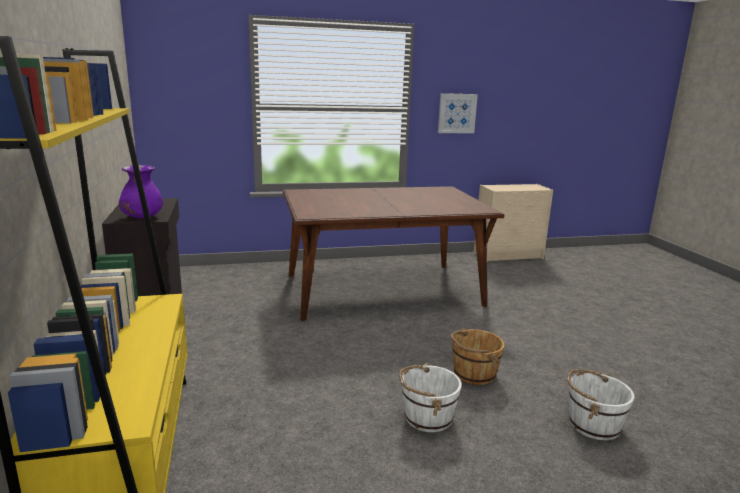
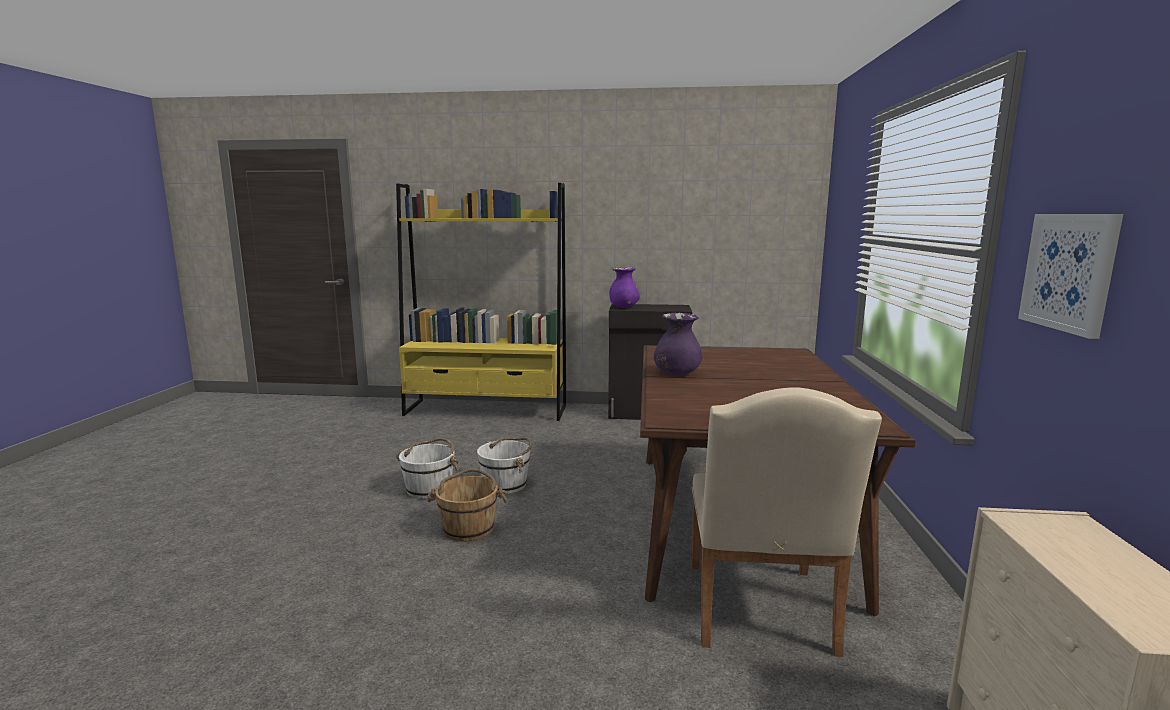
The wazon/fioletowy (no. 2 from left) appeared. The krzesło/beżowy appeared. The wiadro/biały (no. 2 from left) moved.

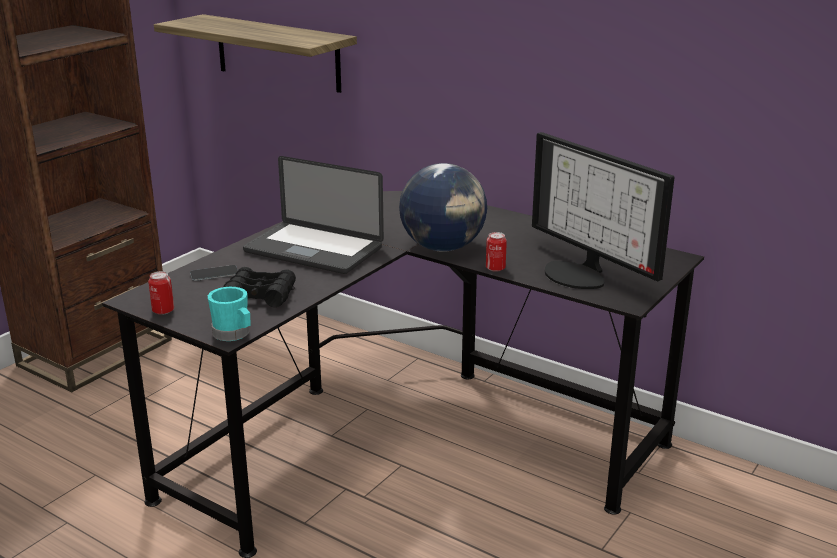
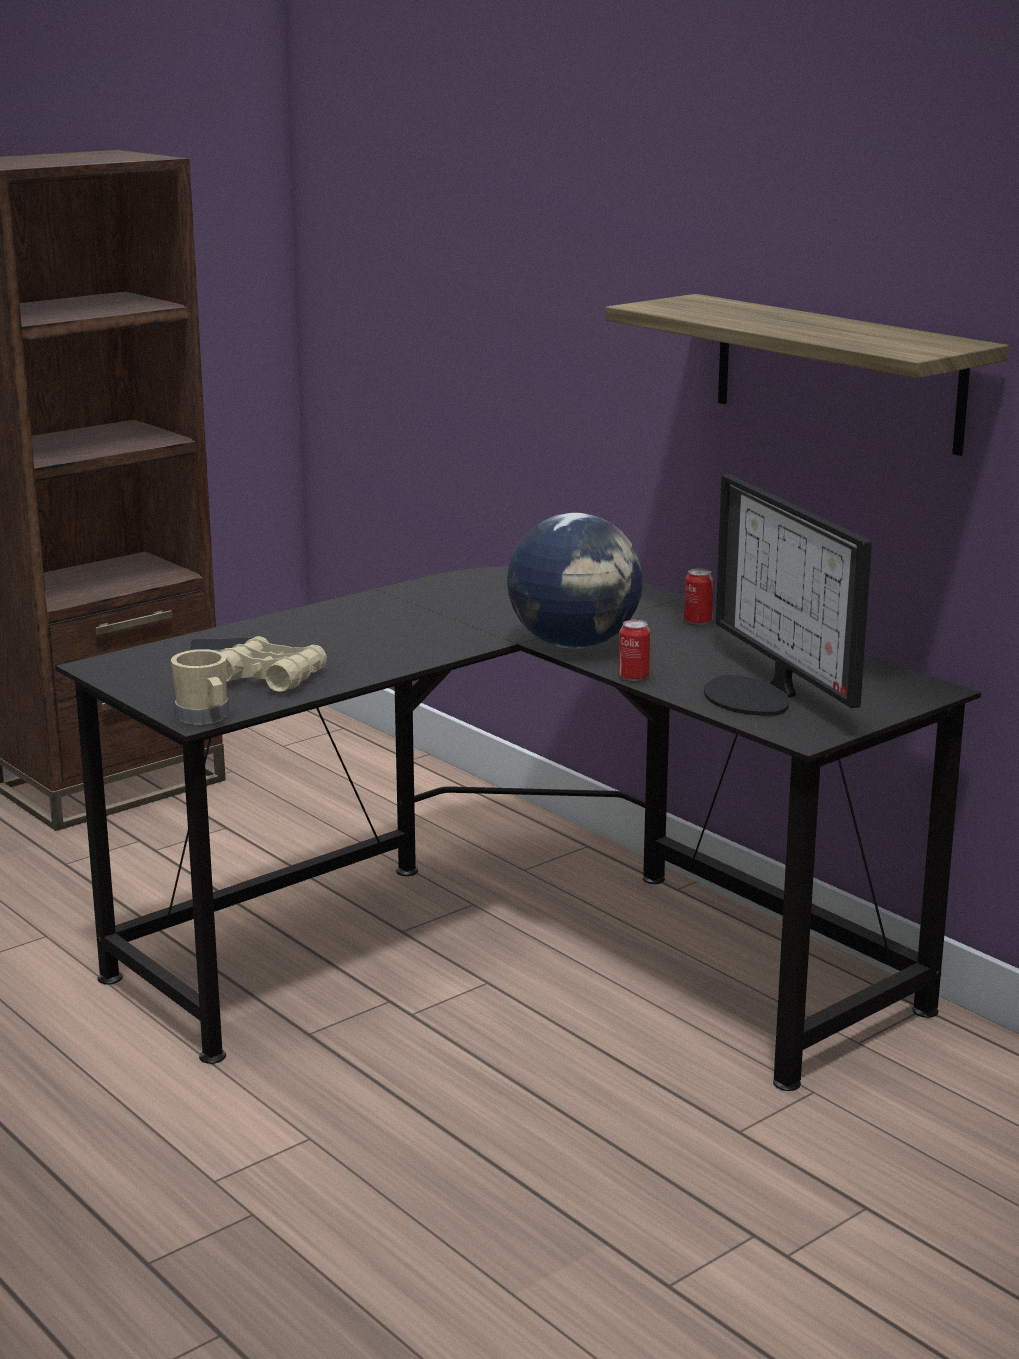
The laptop disappeared. The puszka (no. 1 from left in the first image) moved. The półka moved. The kubek/turkusowy became the kubek/beżowy. The lornetka/czarny became the lornetka/beżowy.

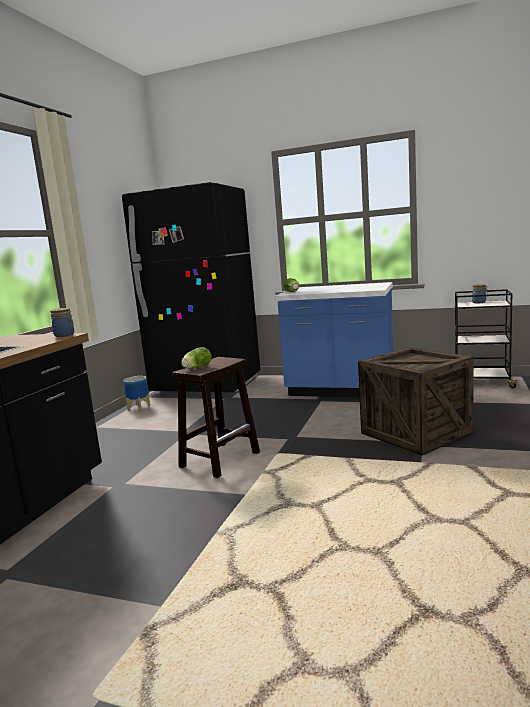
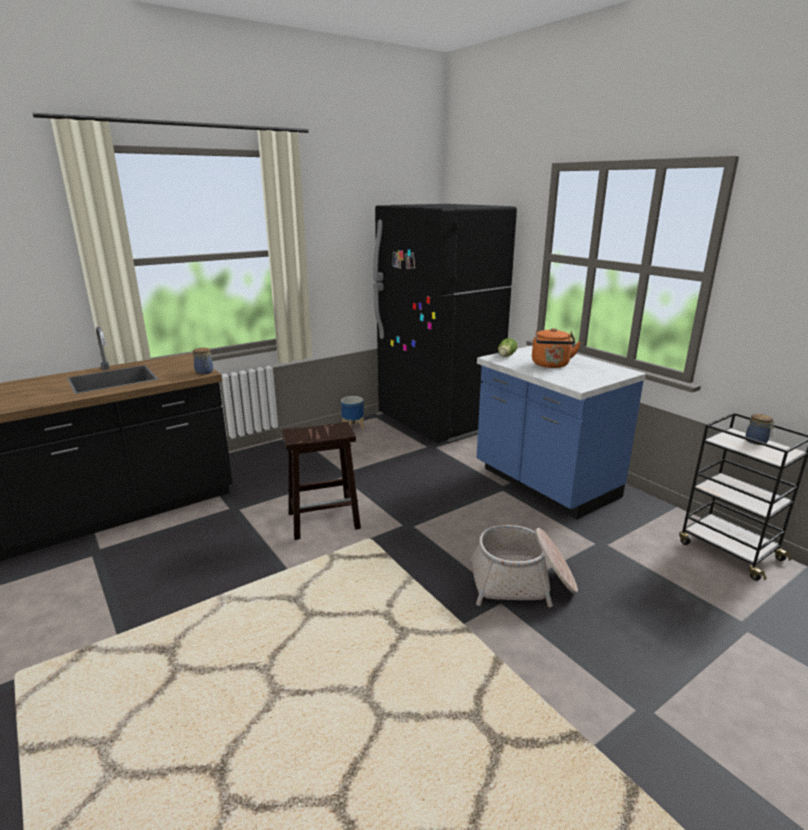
The sałata (no. 1 from left) disappeared. The czajnik/pomarańczowy appeared. The skrzynka was replaced by the koszyk.

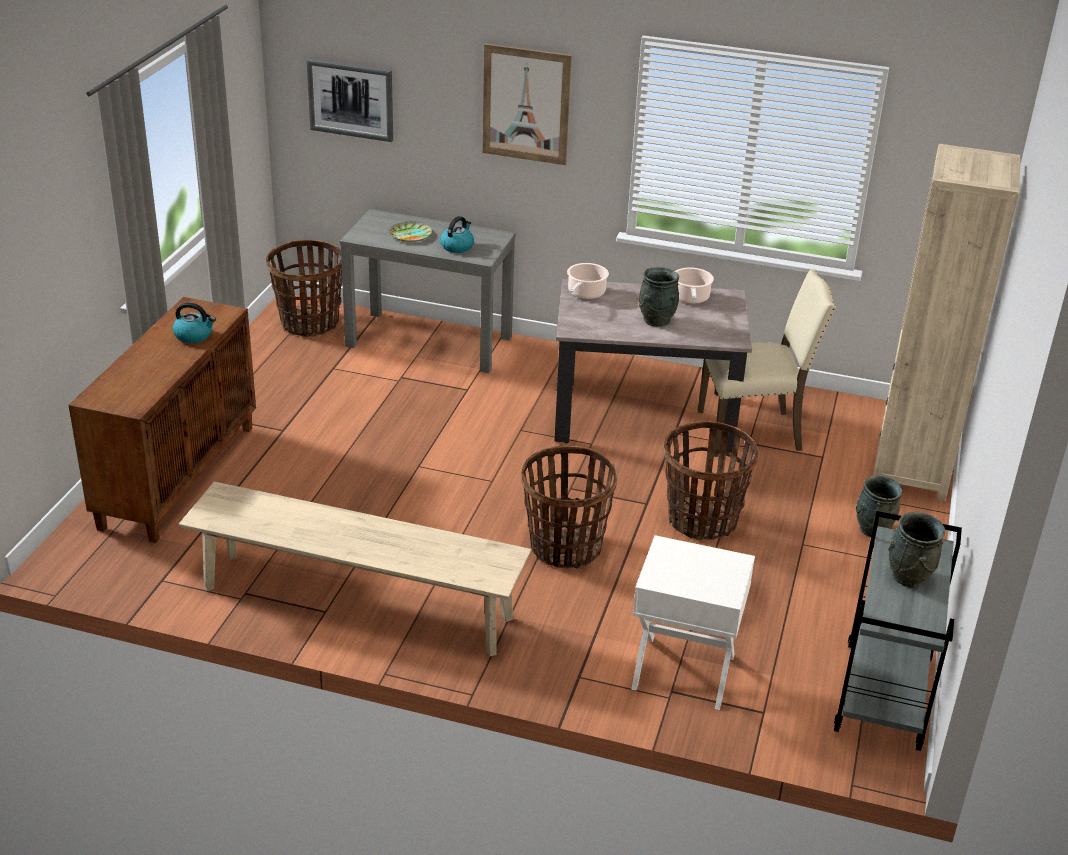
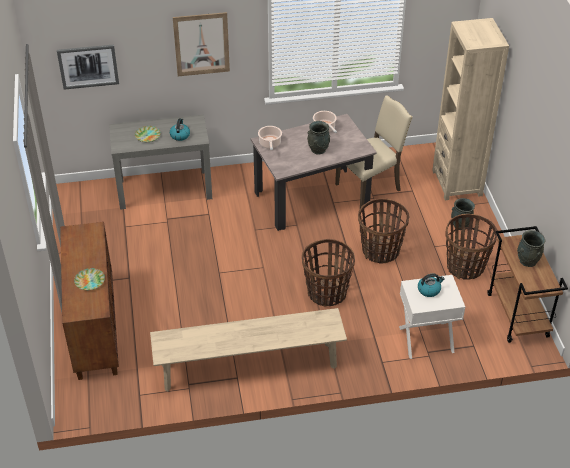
The talerz (no. 1 from left) appeared. The czajnik (no. 1 from left in the first image) moved. The koszyk (no. 1 from left in the first image) moved. The wózek/szary became the wózek/brązowy.

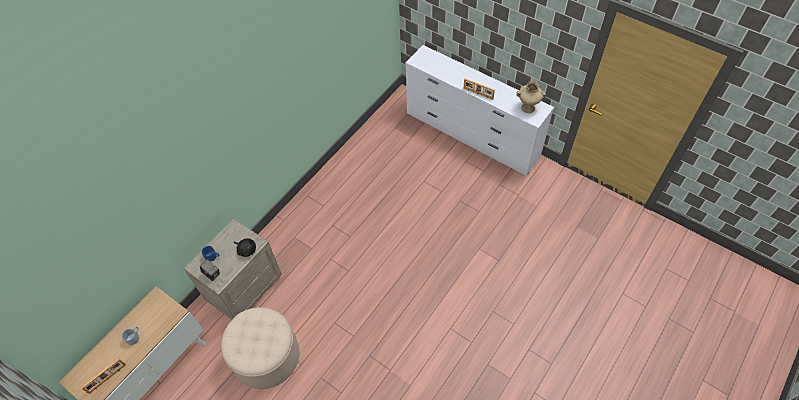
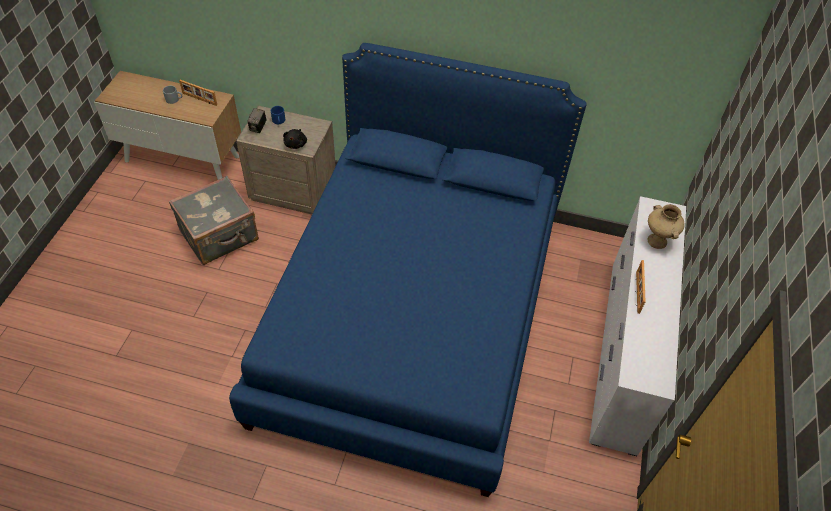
The łóżko/niebieski appeared. The ramka na zdjęcie (no. 1 from left) moved. The wazon/beżowy moved. The pufa/beżowy was replaced by the walizka/szary.

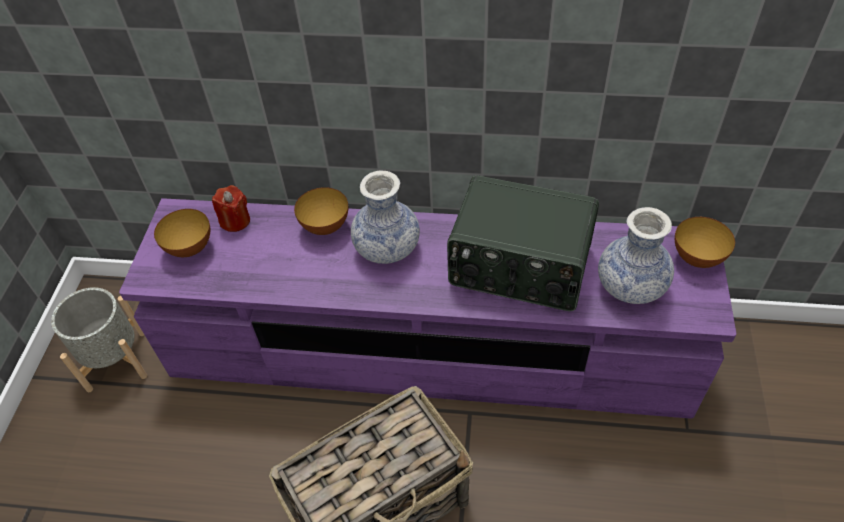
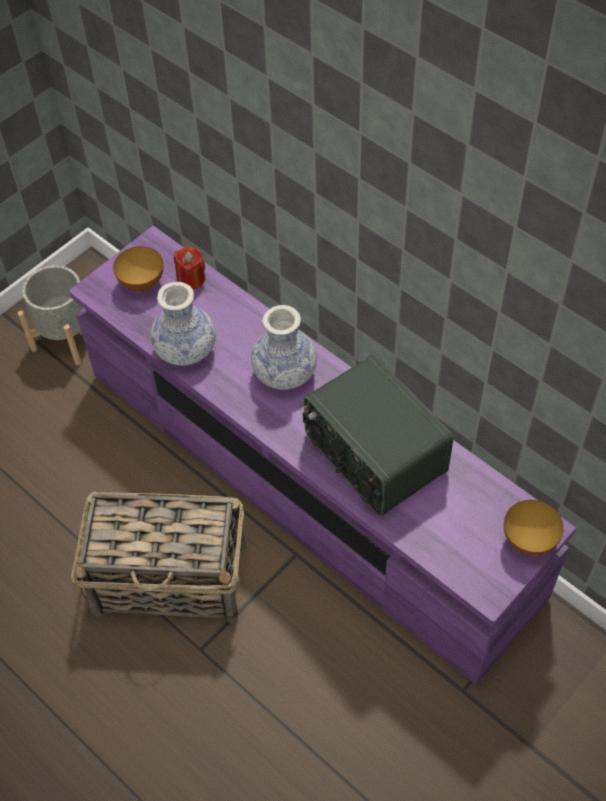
The miska (no. 2 from left) disappeared. The wazon (no. 2 from left in the first image) moved.

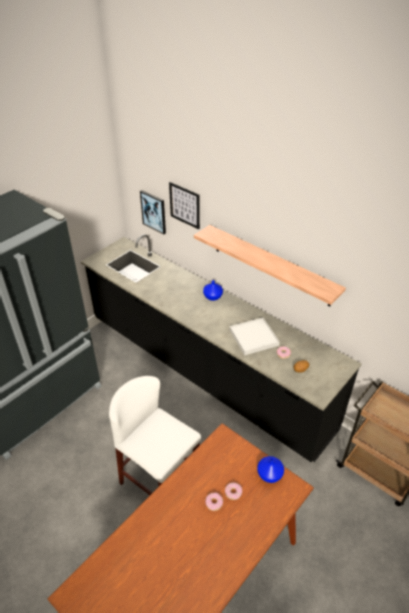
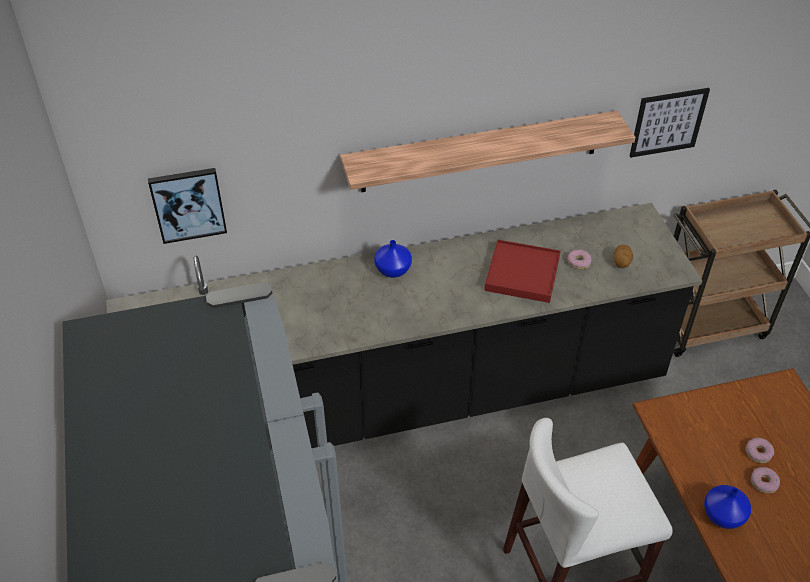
The obraz (no. 2 from left) moved. The wazon/niebieski (no. 2 from left) moved. The taca/biały became the taca/czerwony.

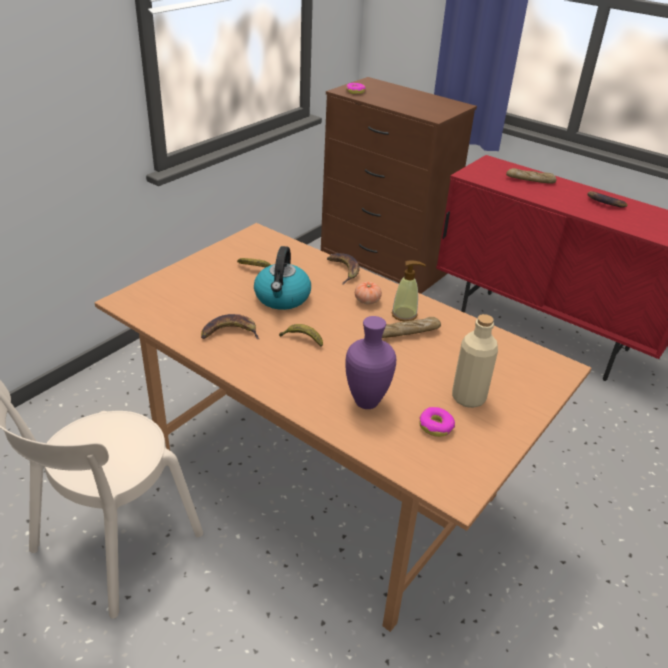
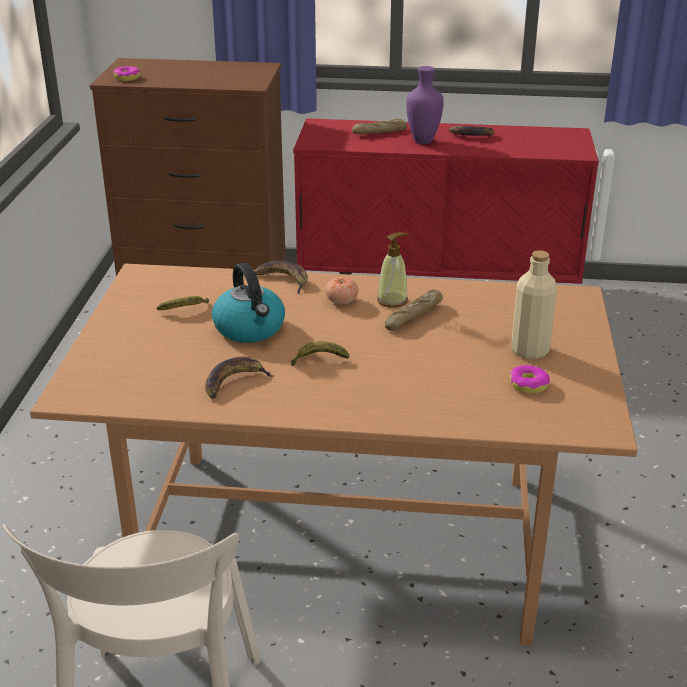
The wazon/fioletowy moved.

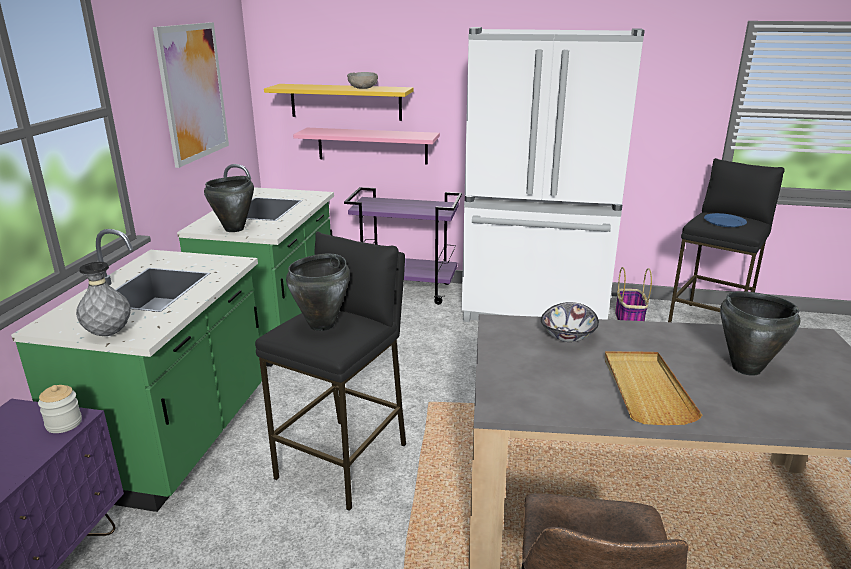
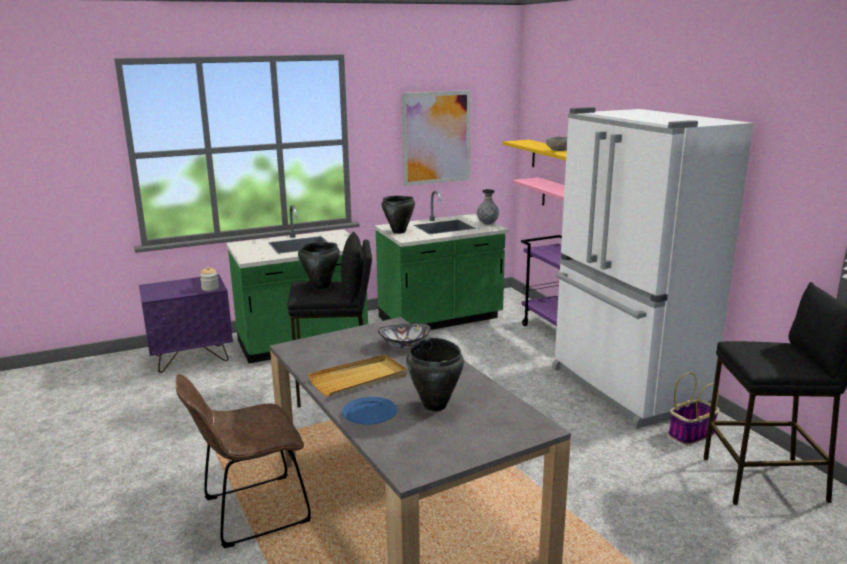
The wazon/szary moved. The talerz/niebieski moved.

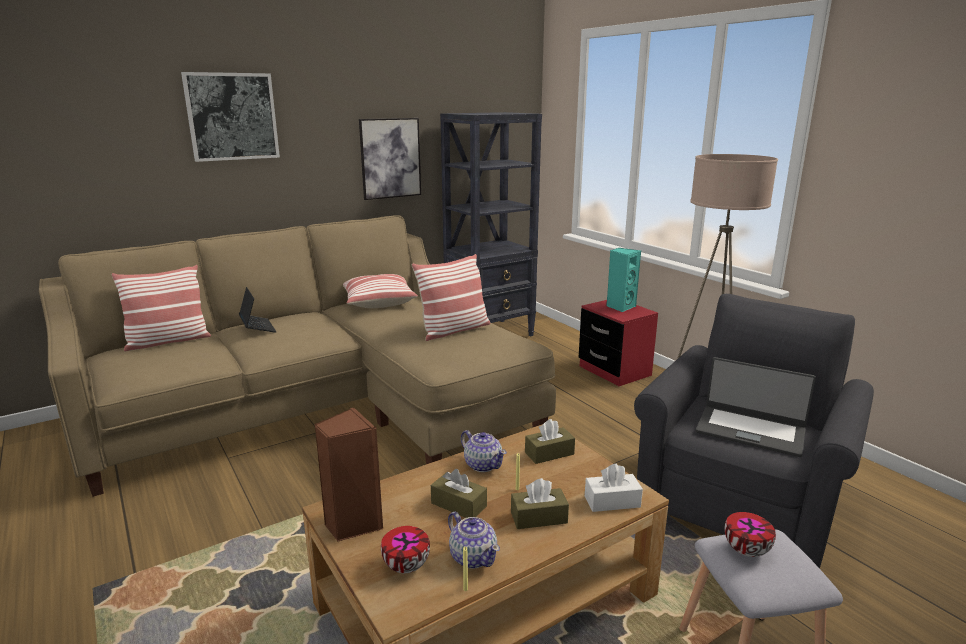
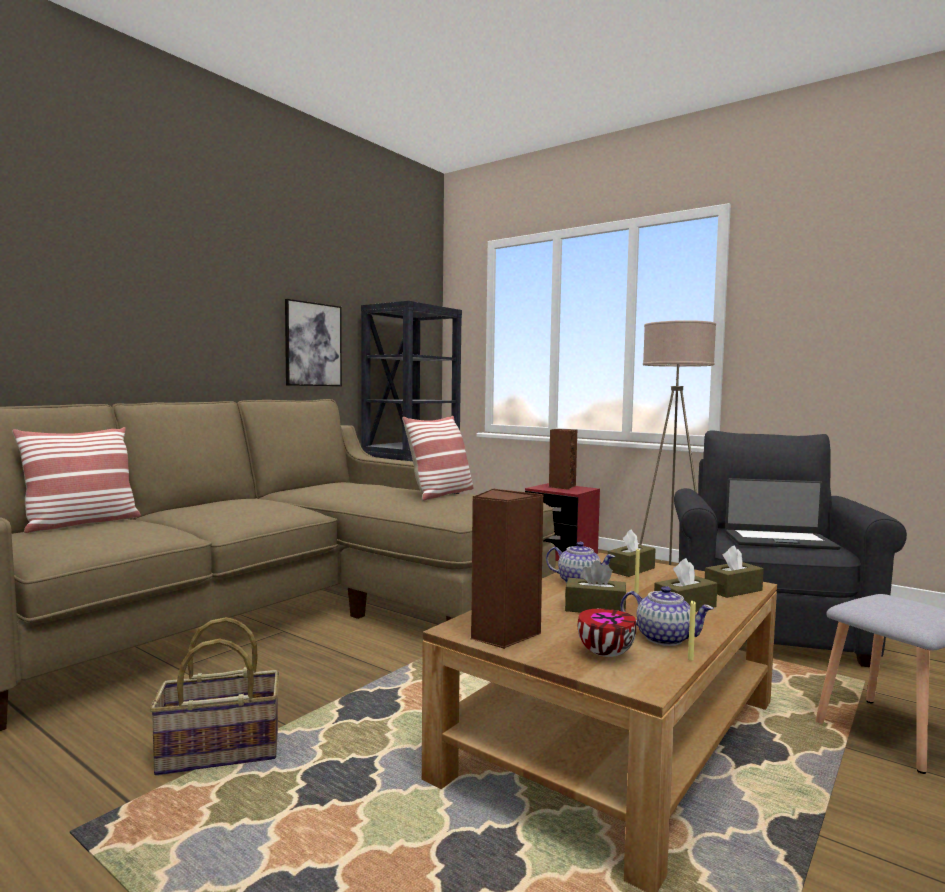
The obraz (no. 1 from left) disappeared. The laptop (no. 1 from left) disappeared. The poduszka (no. 2 from left) disappeared. The miska (no. 2 from left) disappeared. The koszyk appeared. The pudełko chusteczek/biały became the pudełko chusteczek/brązowy (no. 4 from left). The głośnik/turkusowy became the głośnik/brązowy (no. 2 from left).

